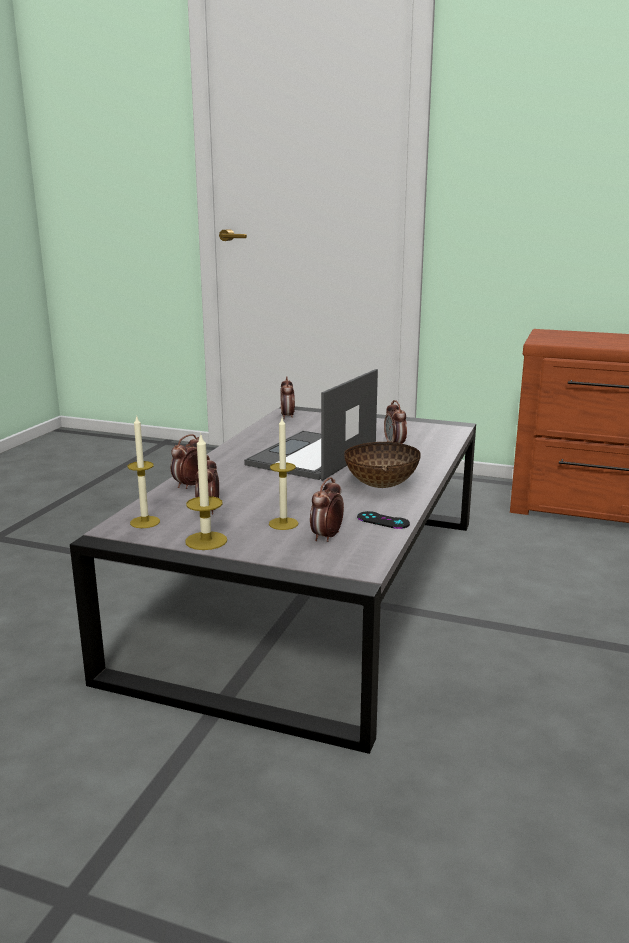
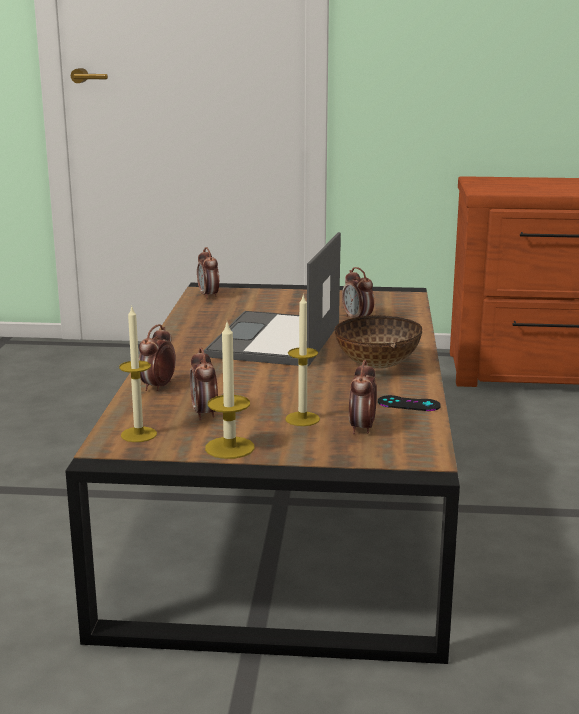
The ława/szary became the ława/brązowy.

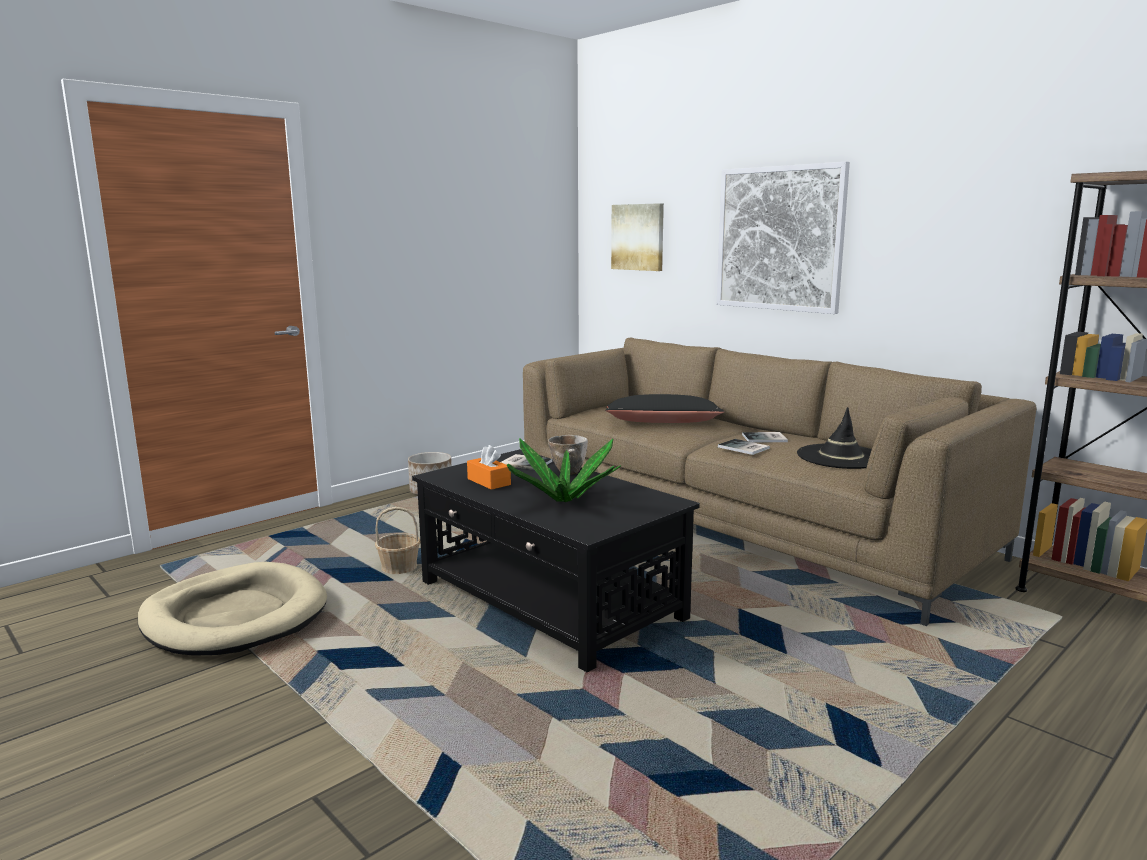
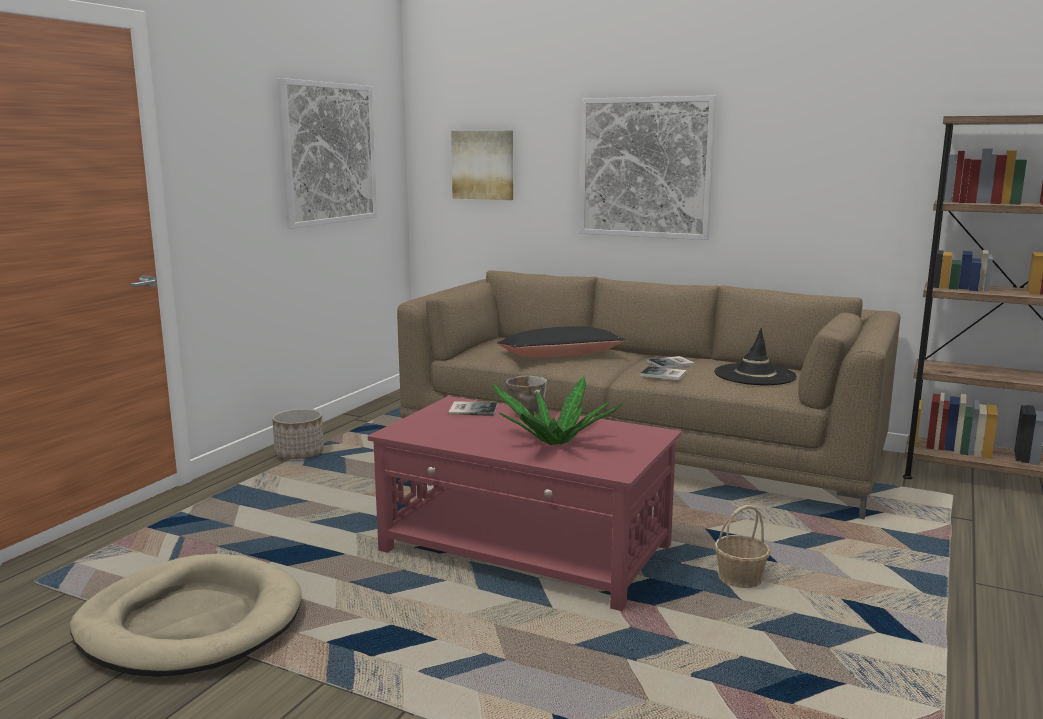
The pudełko chusteczek/pomarańczowy disappeared. The obraz (no. 1 from left) appeared. The koszyk moved. The ława/czarny became the ława/czerwony.

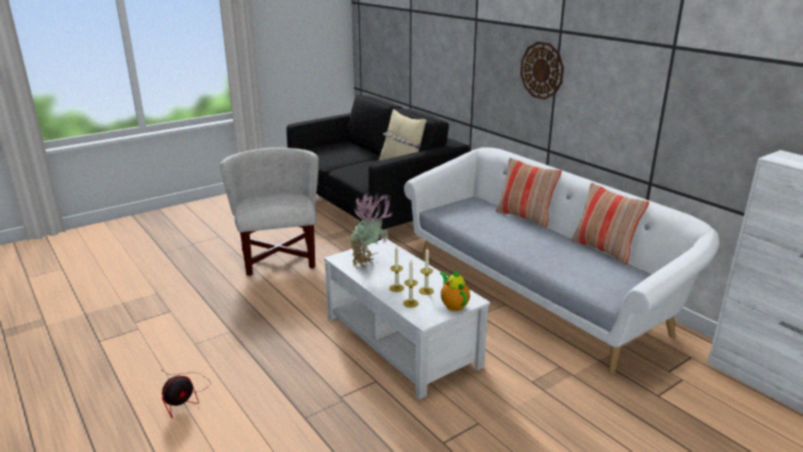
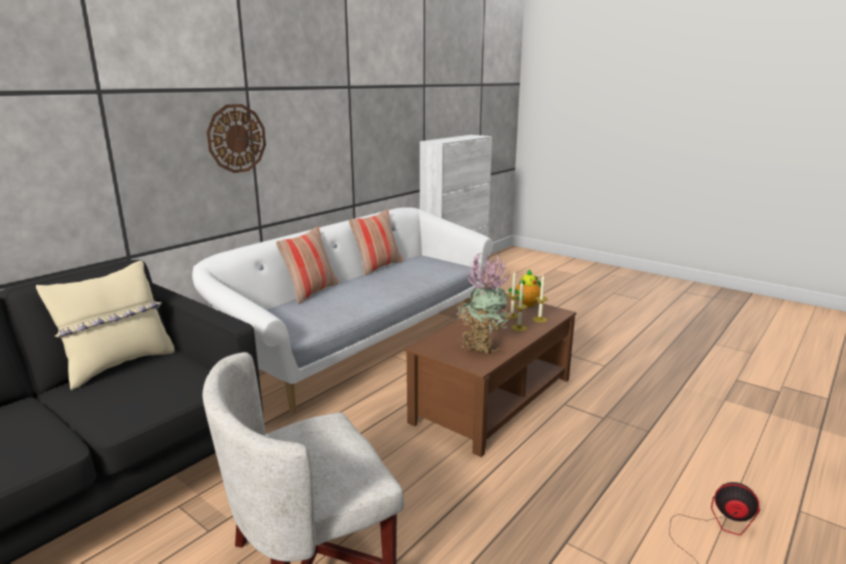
The ława/biały became the ława/brązowy.

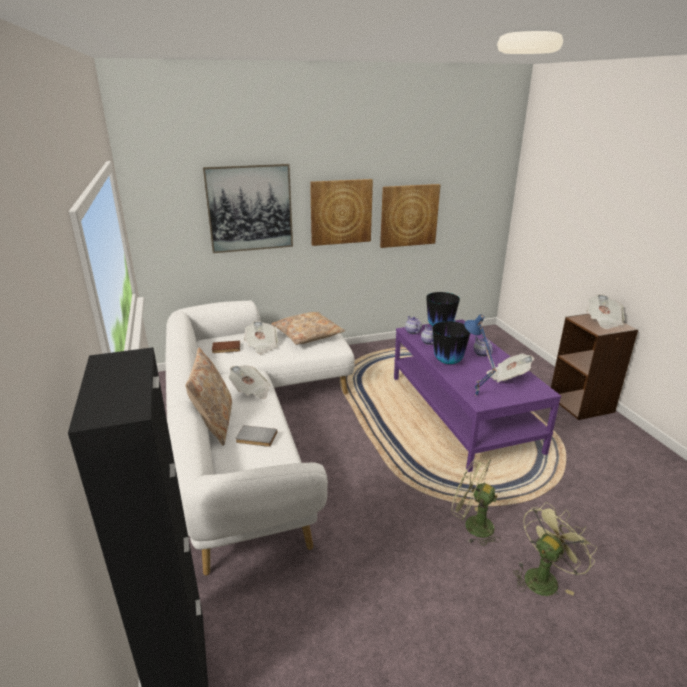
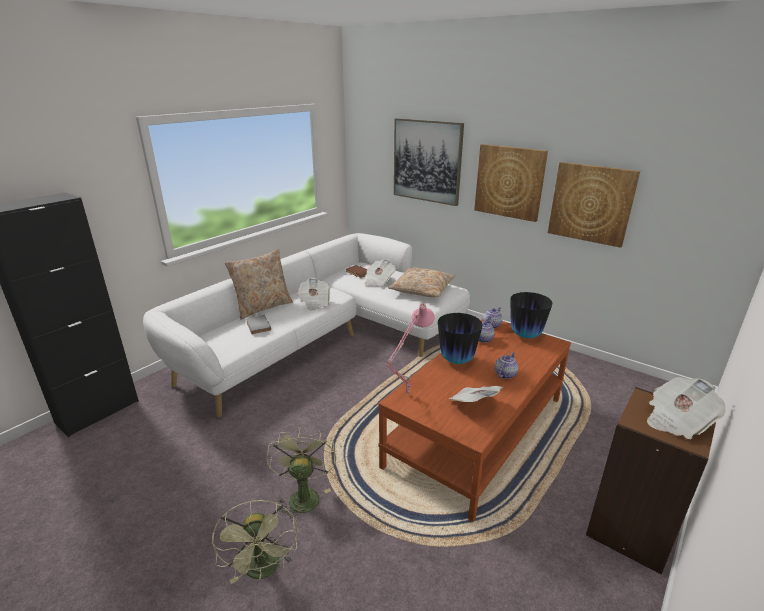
The ława/fioletowy became the ława/brązowy. The lampa stołowa/niebieski became the lampa stołowa/różowy. The wentylator/zielony (no. 2 from left in the first image) turned 60 degrees clockwise.

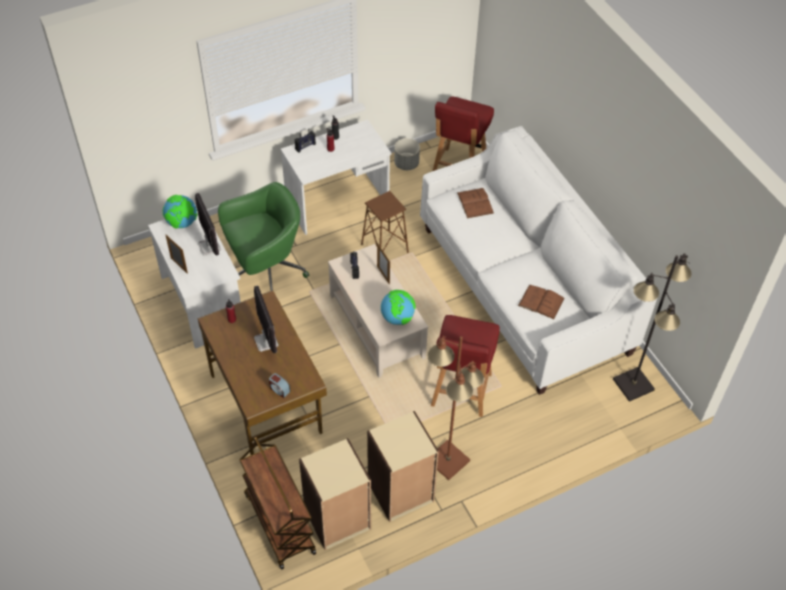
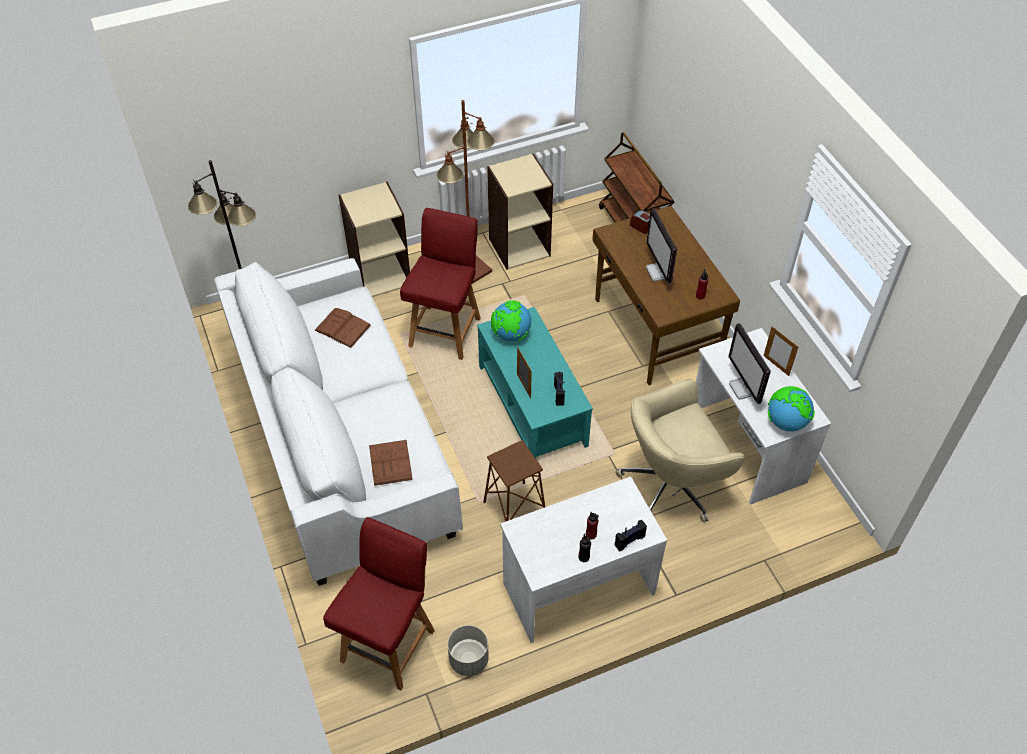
The regał/beżowy (no. 1 from left) moved. The krzesło biurowe/zielony became the krzesło biurowe/beżowy. The ława/beżowy became the ława/turkusowy.

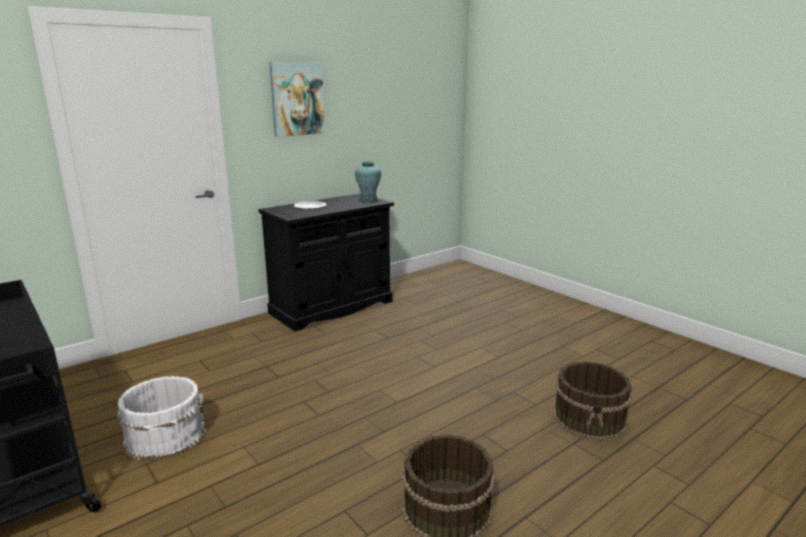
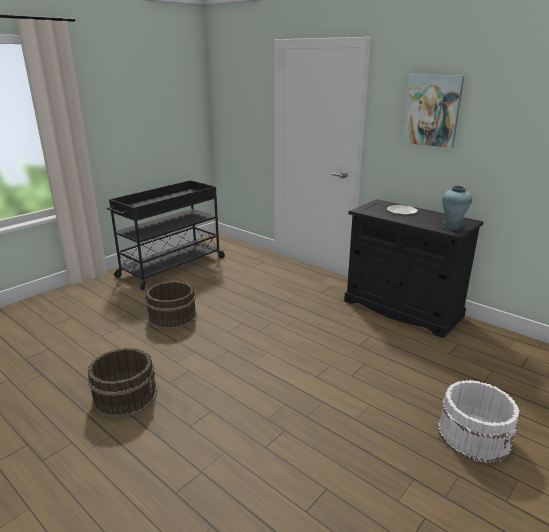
The wiadro/biały moved. The wiadro/brązowy (no. 2 from left) moved.

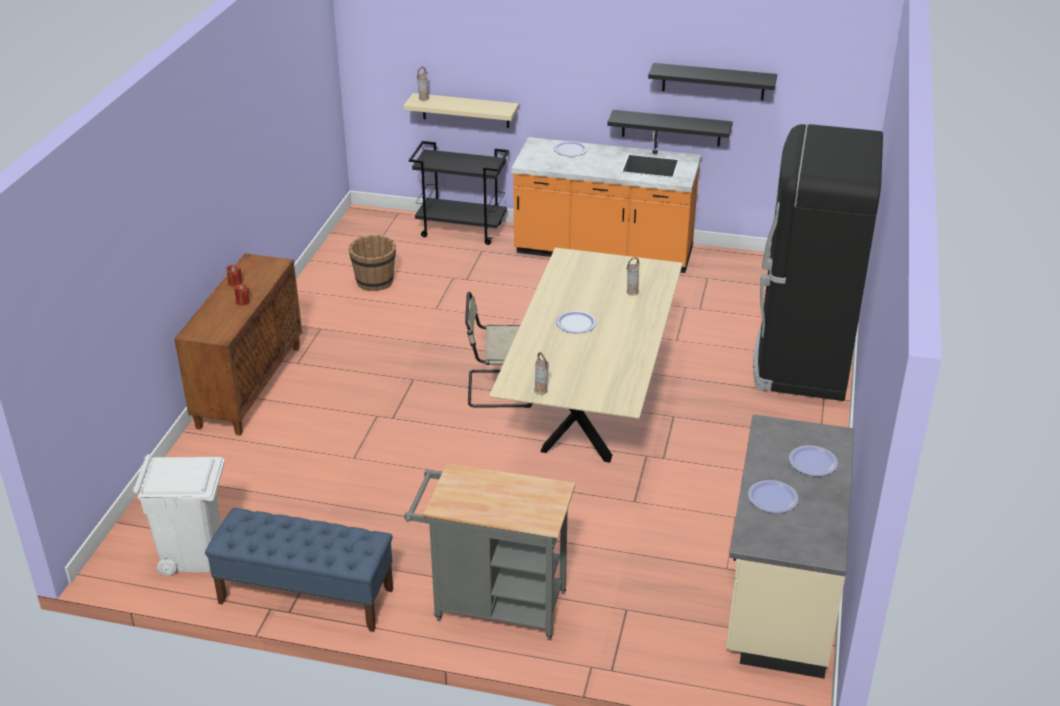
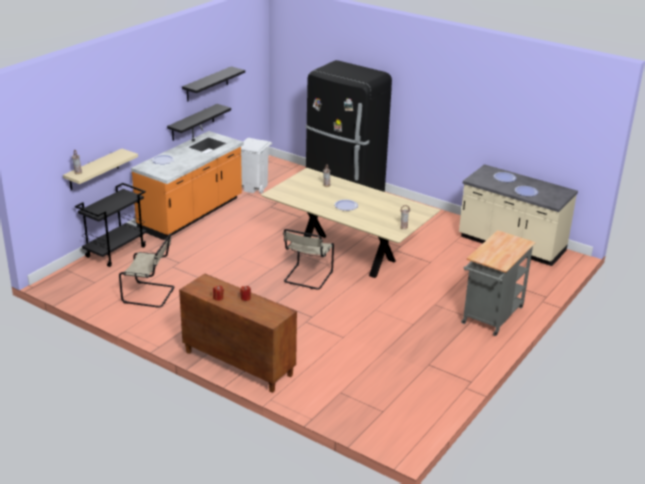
The ławka/niebieski disappeared. The kosz na śmieci/biały moved. The wiadro/brązowy was replaced by the krzesło/beżowy (no. 1 from left).

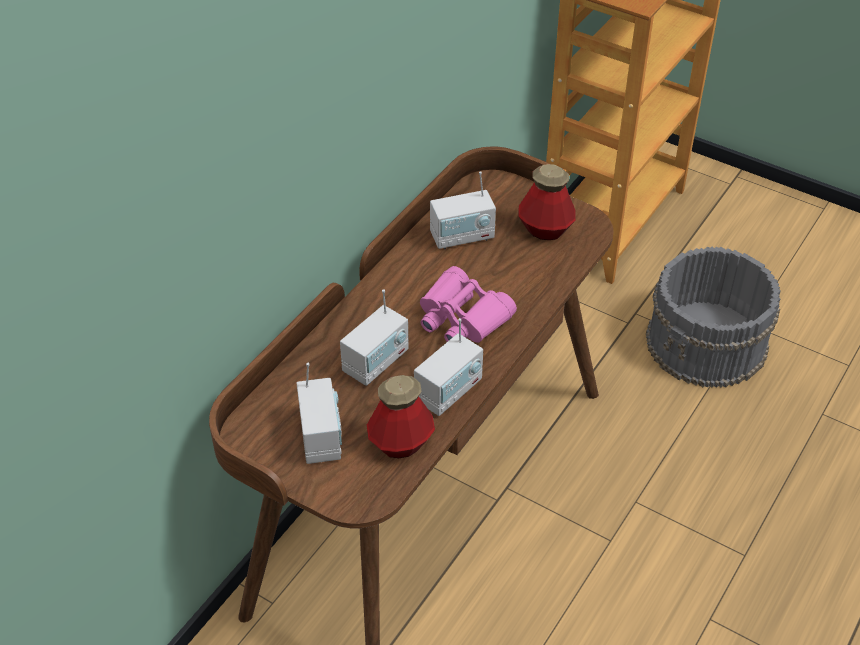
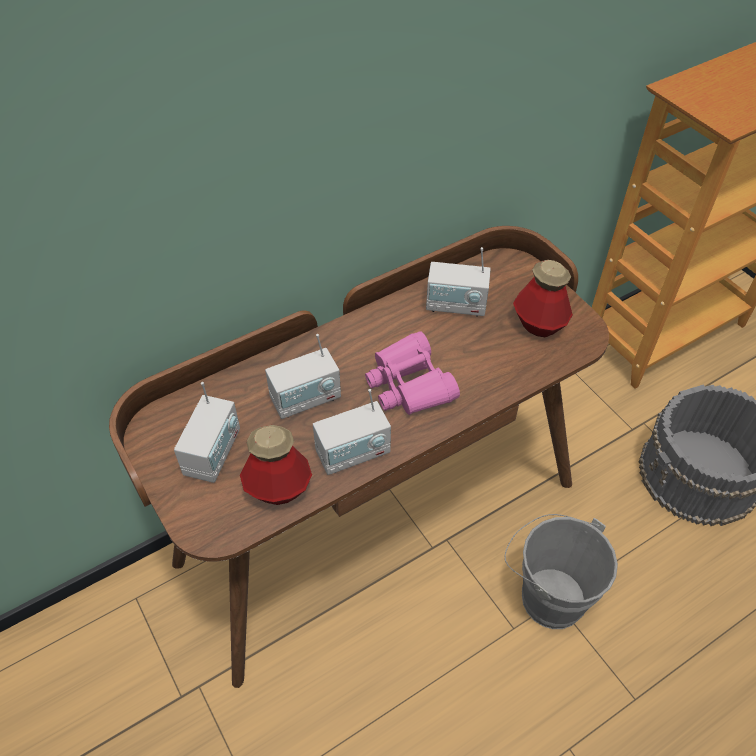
The wiadro/szary (no. 1 from left) appeared.

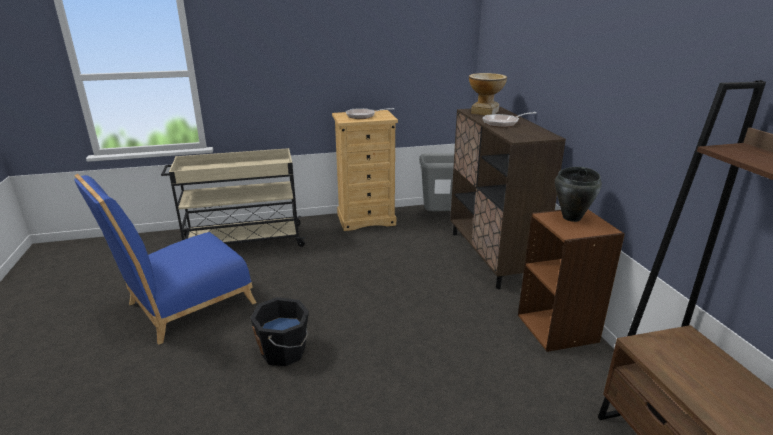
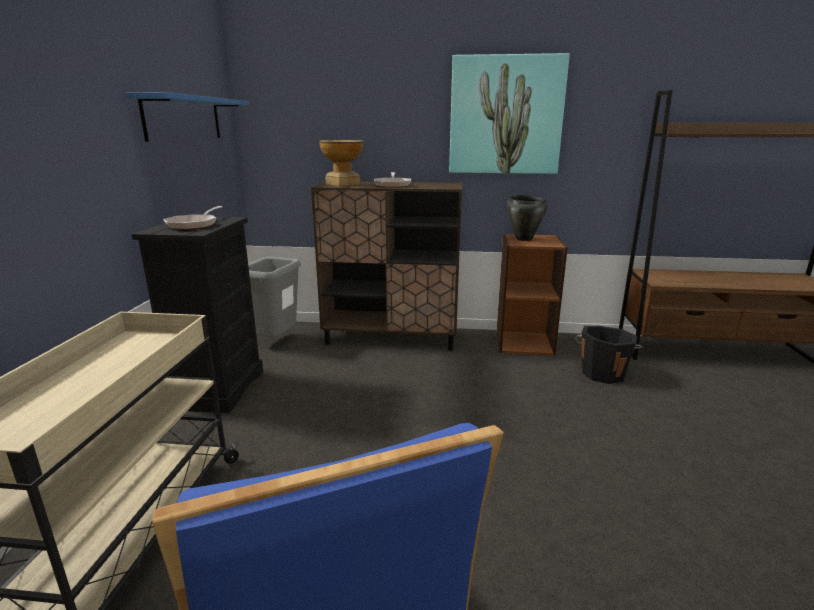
The półka/niebieski appeared. The obraz appeared. The wiadro/czarny moved. The komoda/beżowy became the komoda/czarny.

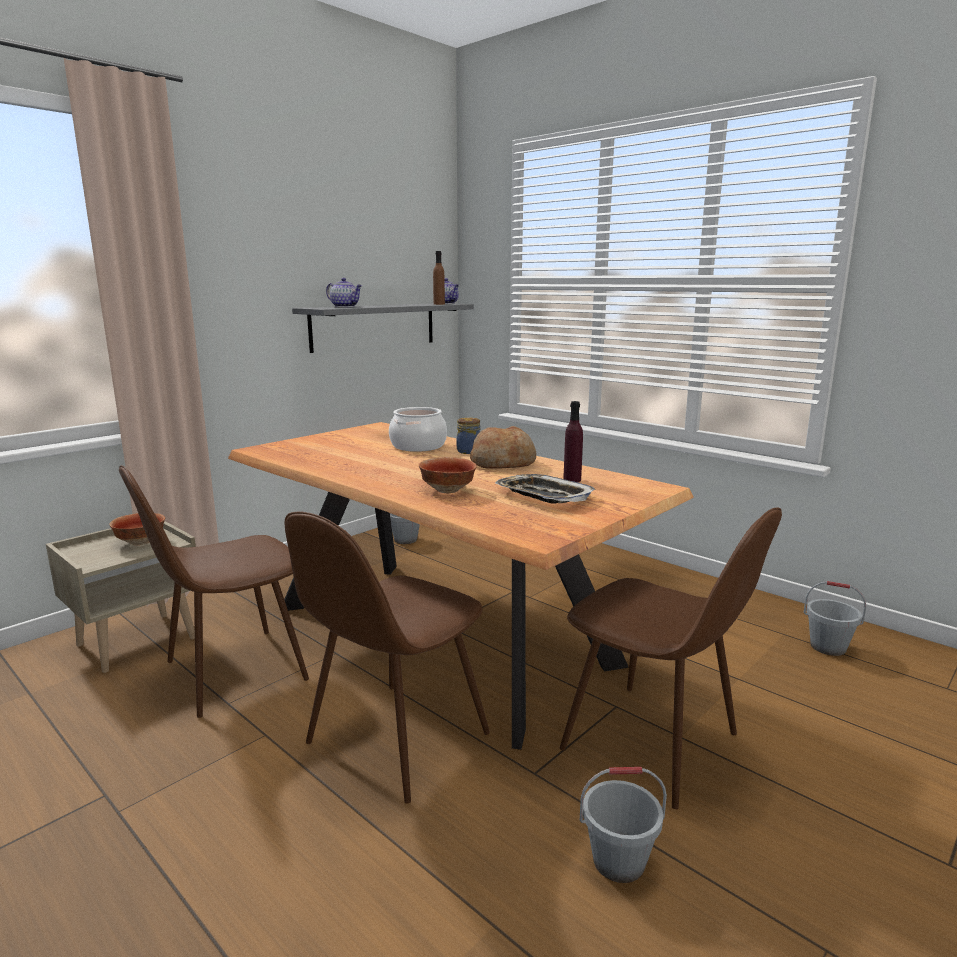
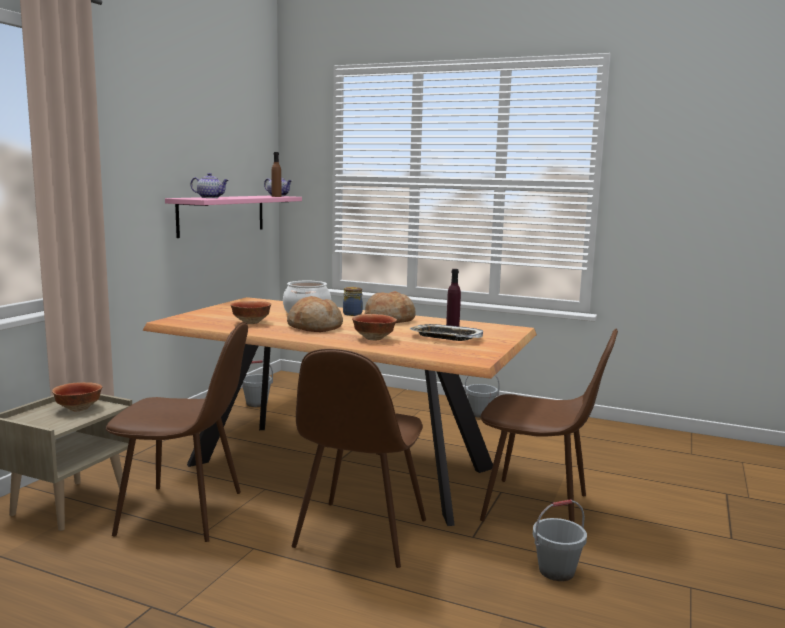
The miska (no. 2 from left) appeared. The chleb (no. 1 from left) appeared. The wiadro/szary (no. 3 from left in the first image) moved. The półka/szary became the półka/różowy. The krzesło/brązowy (no. 1 from left) turned 120 degrees counterclockwise.

